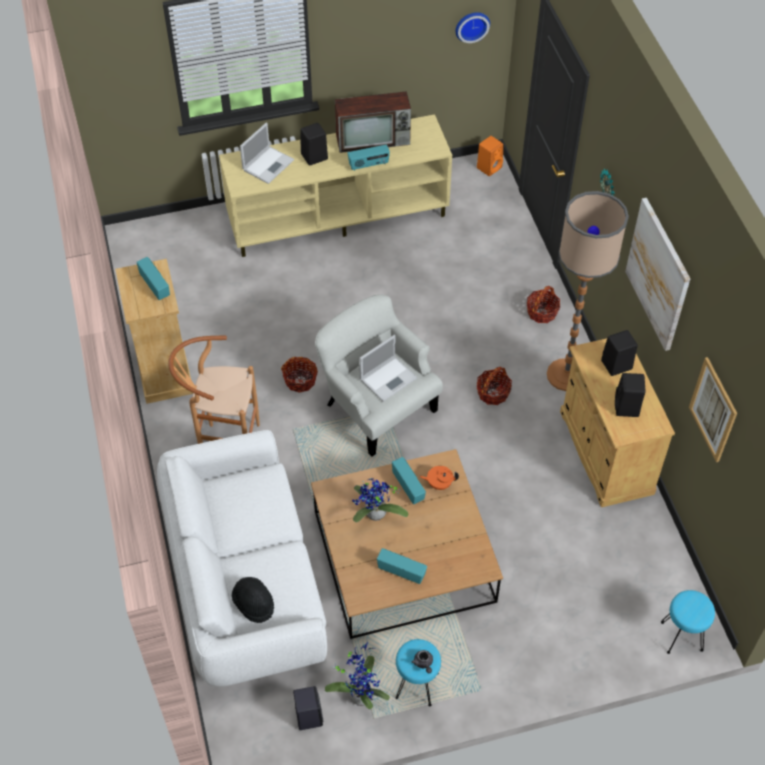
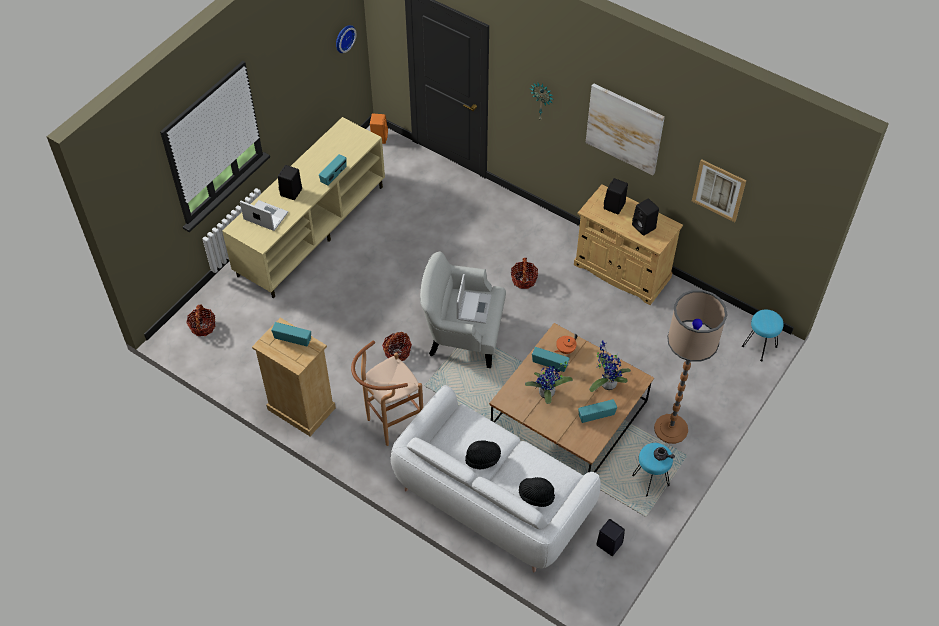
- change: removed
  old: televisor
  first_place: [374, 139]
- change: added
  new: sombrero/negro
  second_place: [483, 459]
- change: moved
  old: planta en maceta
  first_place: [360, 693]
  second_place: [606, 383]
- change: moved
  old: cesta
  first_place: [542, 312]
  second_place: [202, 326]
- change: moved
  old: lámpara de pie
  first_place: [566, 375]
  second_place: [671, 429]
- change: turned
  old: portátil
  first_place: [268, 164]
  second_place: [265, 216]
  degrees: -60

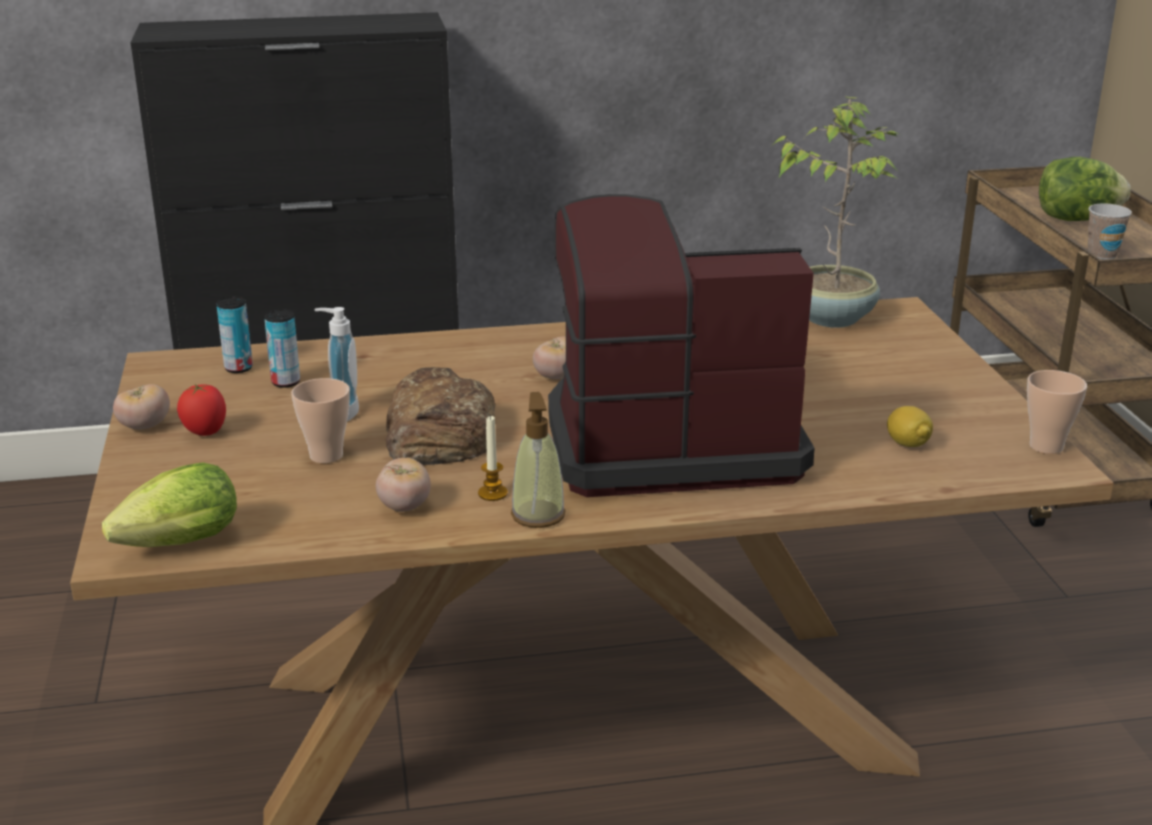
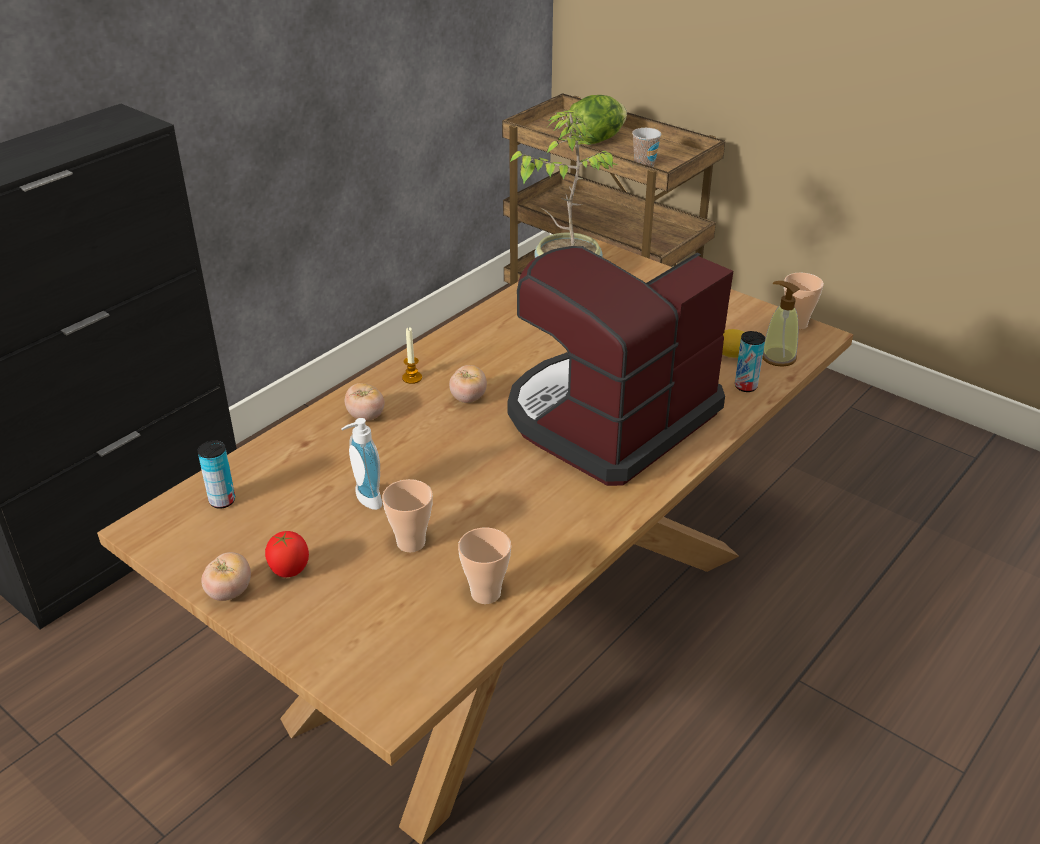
- change: removed
  old: lechuga
  first_place: [174, 546]
- change: removed
  old: pan
  first_place: [439, 433]
- change: added
  new: taza
  second_place: [485, 593]
- change: moved
  old: lata
  first_place: [286, 382]
  second_place: [745, 386]
- change: moved
  old: tomate
  first_place: [404, 506]
  second_place: [366, 416]
- change: moved
  old: vela
  first_place: [492, 493]
  second_place: [412, 378]
- change: moved
  old: dispensador de jabón
  first_place: [538, 514]
  second_place: [778, 357]

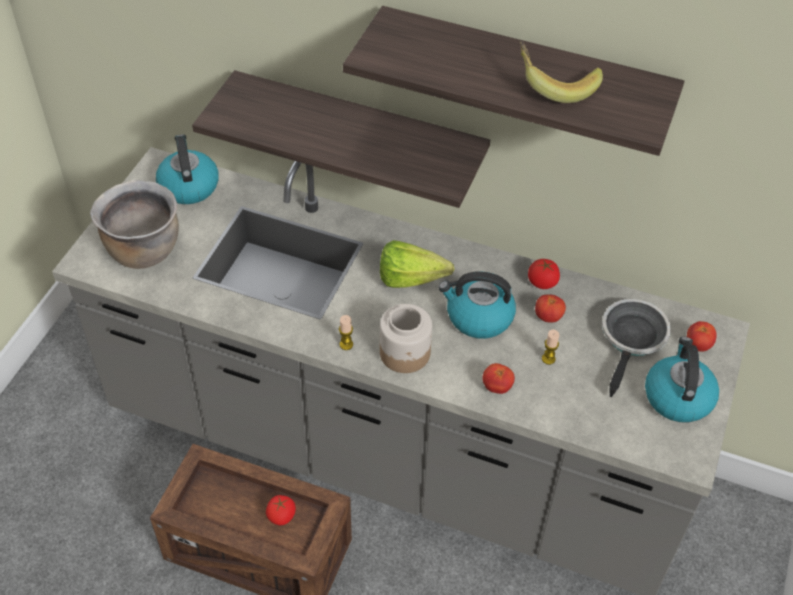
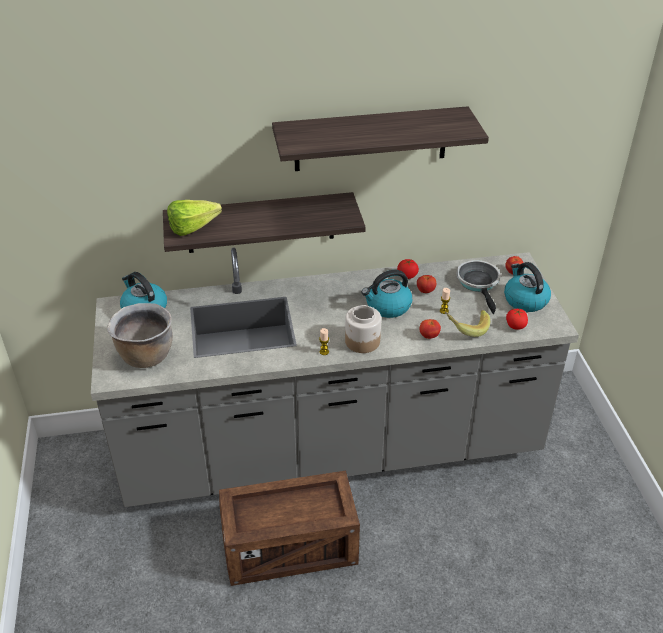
- change: moved
  old: tomate
  first_place: [281, 516]
  second_place: [515, 326]
- change: moved
  old: lechuga
  first_place: [416, 281]
  second_place: [197, 228]
- change: moved
  old: plátano
  first_place: [555, 85]
  second_place: [466, 327]

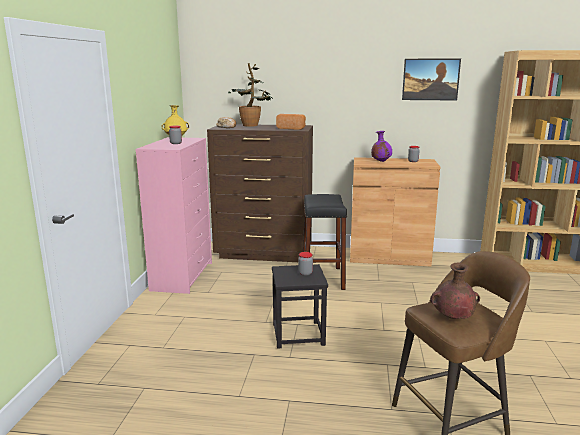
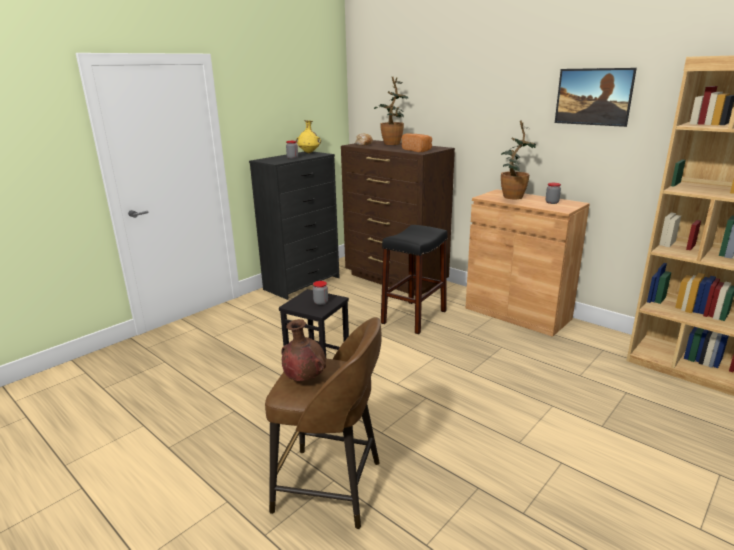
- change: replaced
  old: florero/morado
  new: planta en maceta
  first_place: [380, 161]
  second_place: [511, 198]
- change: recoloured
  old: cómoda/rosa
  new: cómoda/negro
  first_place: [182, 276]
  second_place: [302, 283]

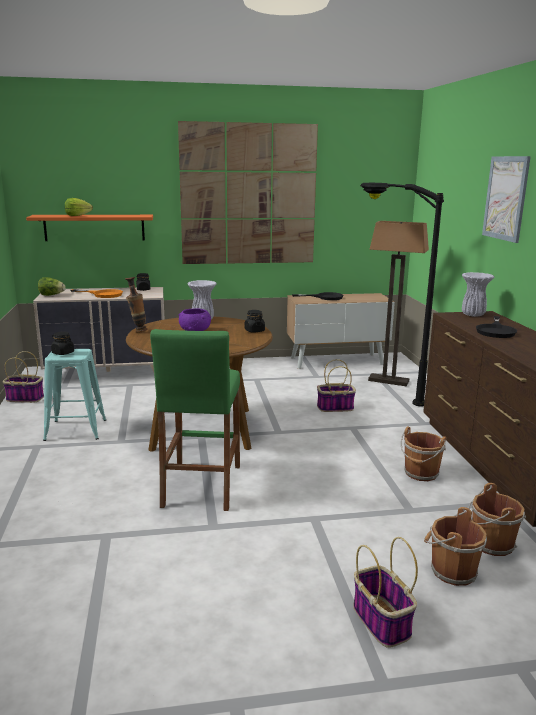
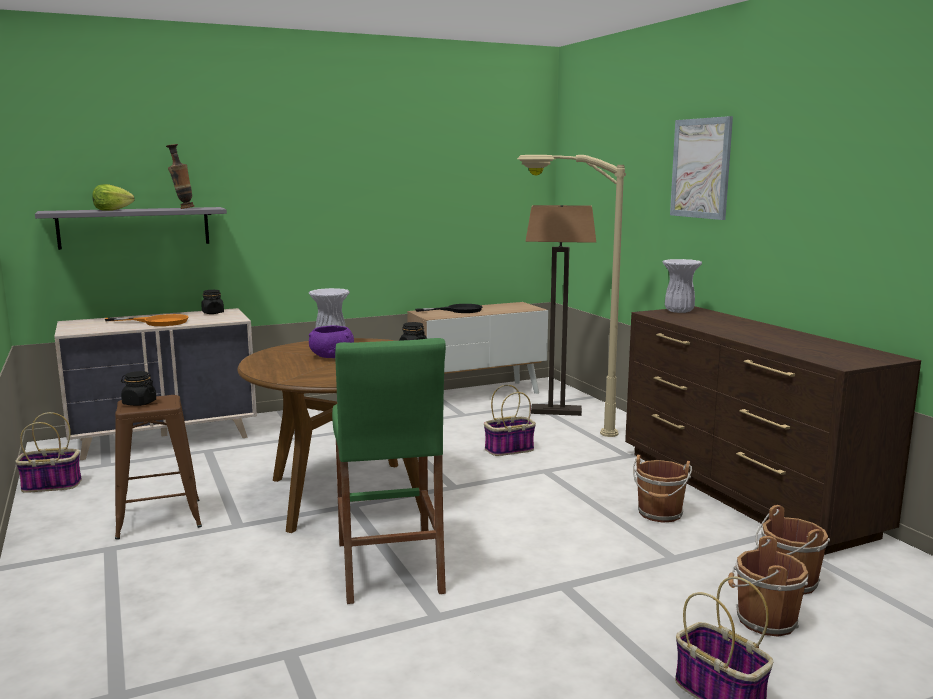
- change: removed
  old: lechuga
  first_place: [52, 295]
- change: removed
  old: cuadro
  first_place: [248, 195]
- change: removed
  old: sartén/negro
  first_place: [496, 331]
- change: moved
  old: florero
  first_place: [137, 331]
  second_place: [182, 208]
- change: recoloured
  old: estante/naranja
  new: estante/gris
  first_place: [94, 227]
  second_place: [134, 227]
- change: recoloured
  old: taburete/turquesa
  new: taburete/marrón
  first_place: [75, 430]
  second_place: [159, 519]
- change: recoloured
  old: lámpara de pie/negro
  new: lámpara de pie/beis
  first_place: [377, 395]
  second_place: [552, 429]

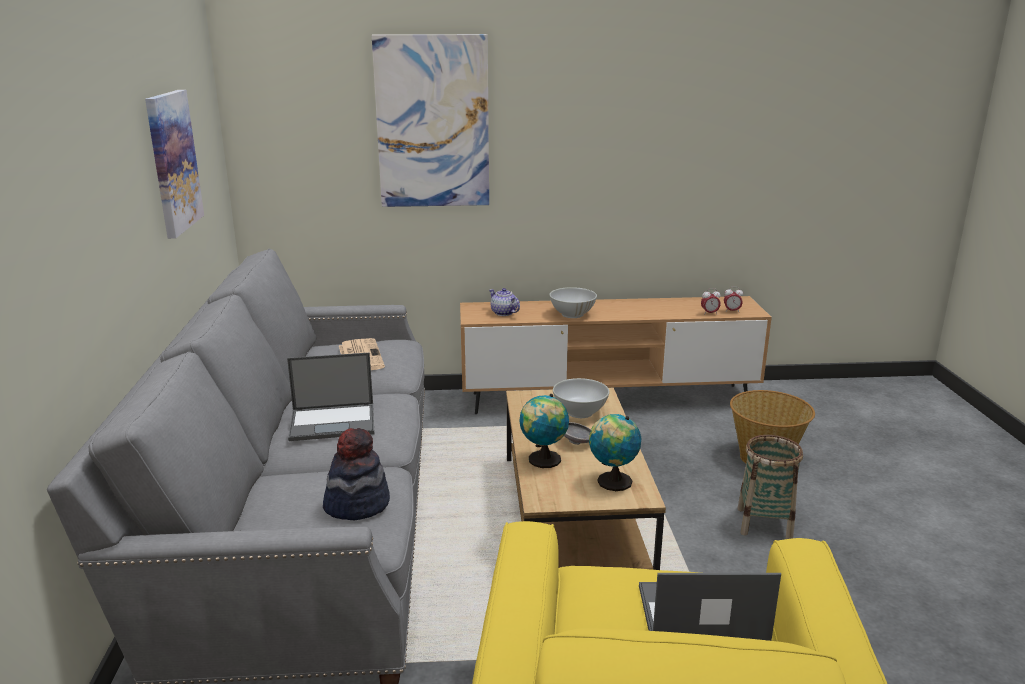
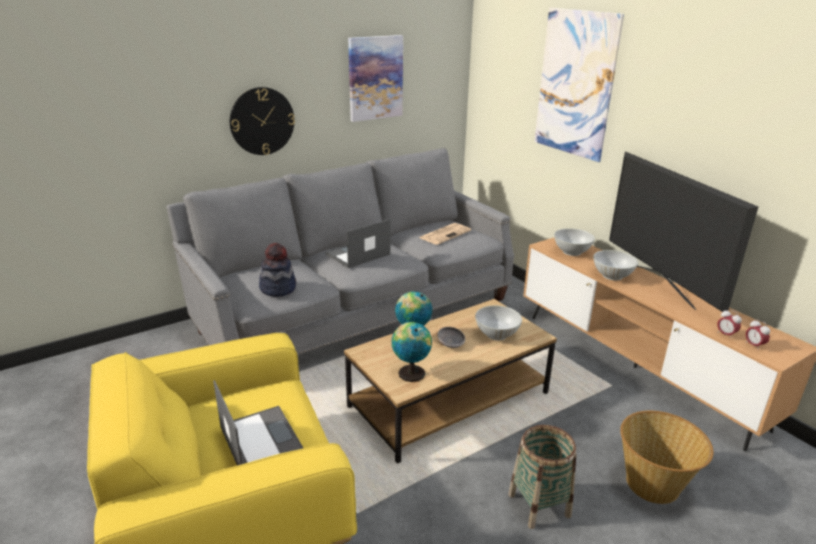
- change: added
  new: reloj de pared
  second_place: [262, 121]
- change: added
  new: televisor
  second_place: [659, 284]
- change: replaced
  old: tetera
  new: cuenco/blanco
  first_place: [504, 313]
  second_place: [571, 252]
- change: turned
  old: portátil
  first_place: [334, 422]
  second_place: [357, 254]
  degrees: 90

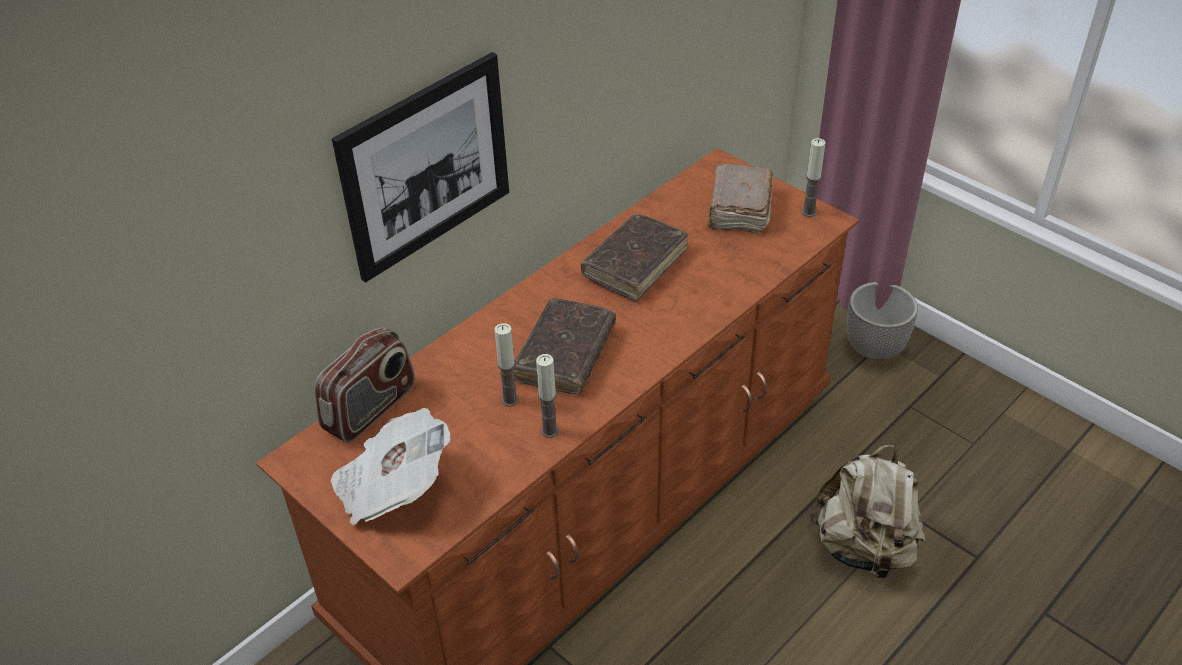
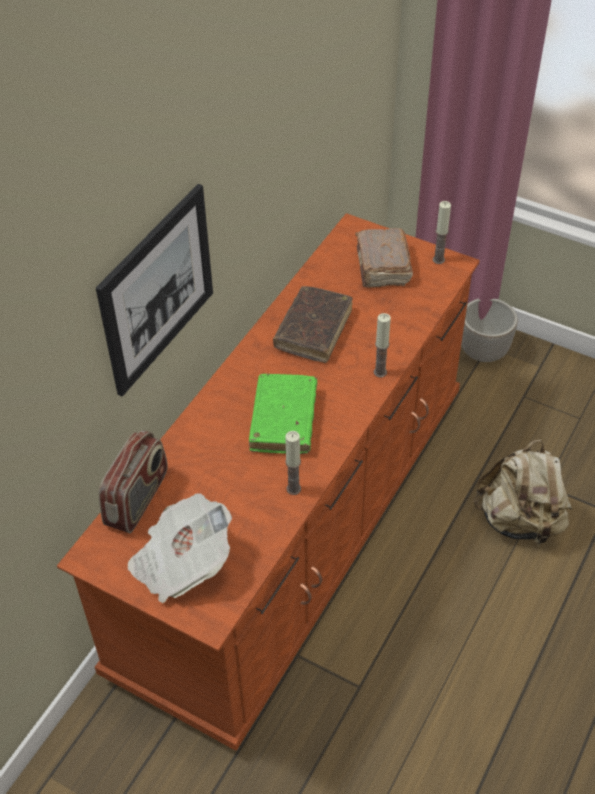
- change: moved
  old: vela
  first_place: [510, 400]
  second_place: [380, 372]
- change: recoloured
  old: libro/marrón
  new: libro/verde
  first_place: [565, 355]
  second_place: [283, 420]

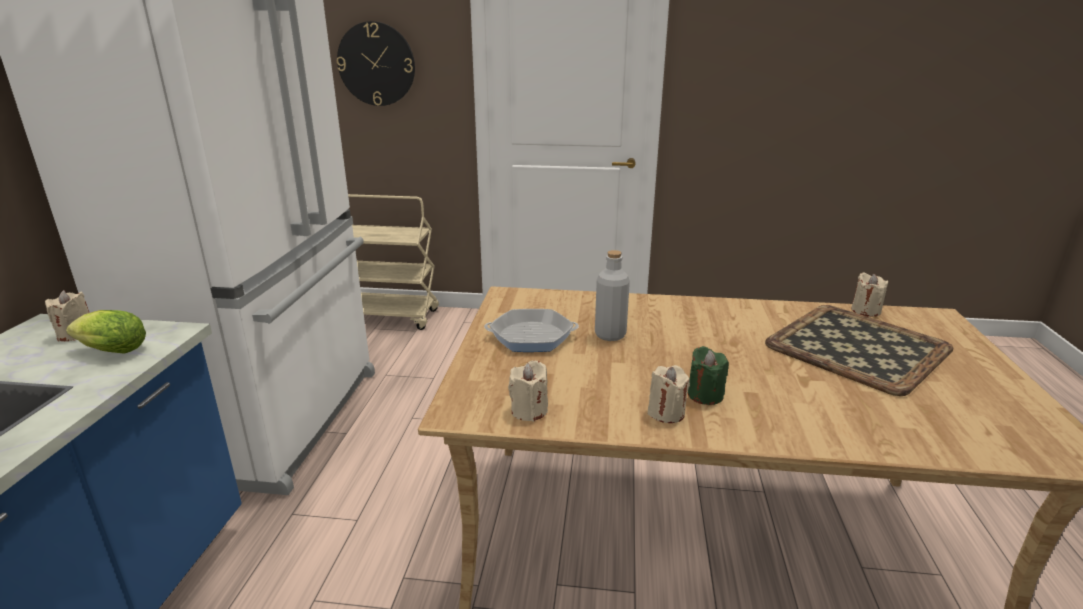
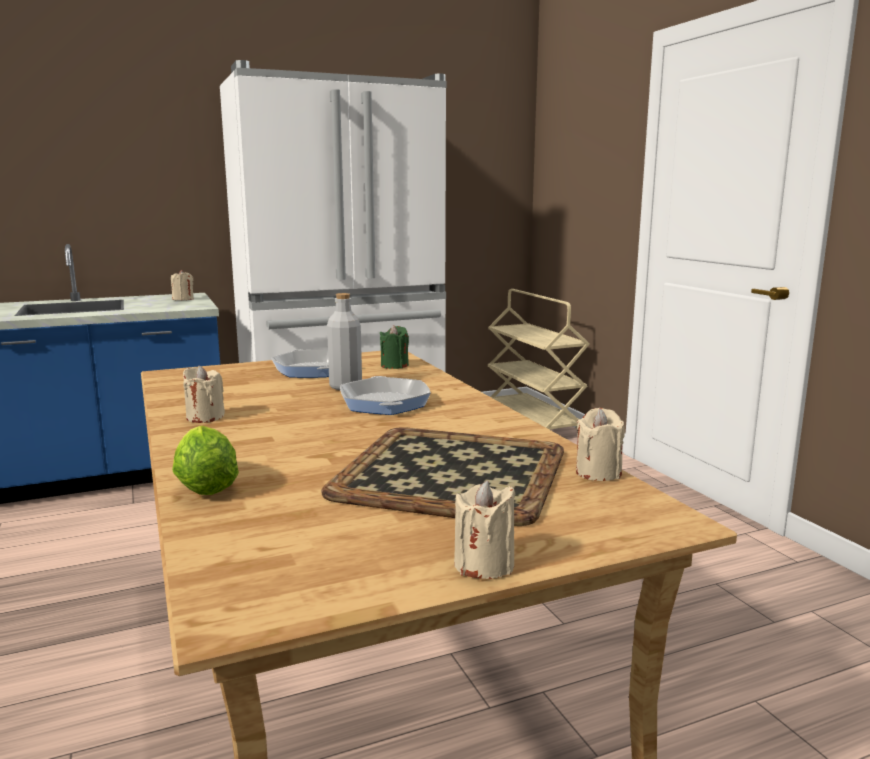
- change: removed
  old: reloj de pared
  first_place: [376, 64]
- change: added
  new: sartén
  second_place: [385, 403]
- change: moved
  old: lechuga
  first_place: [109, 351]
  second_place: [205, 485]
- change: moved
  old: vela/beis
  first_place: [529, 411]
  second_place: [484, 565]
- change: moved
  old: vela/verde
  first_place: [705, 395]
  second_place: [394, 366]

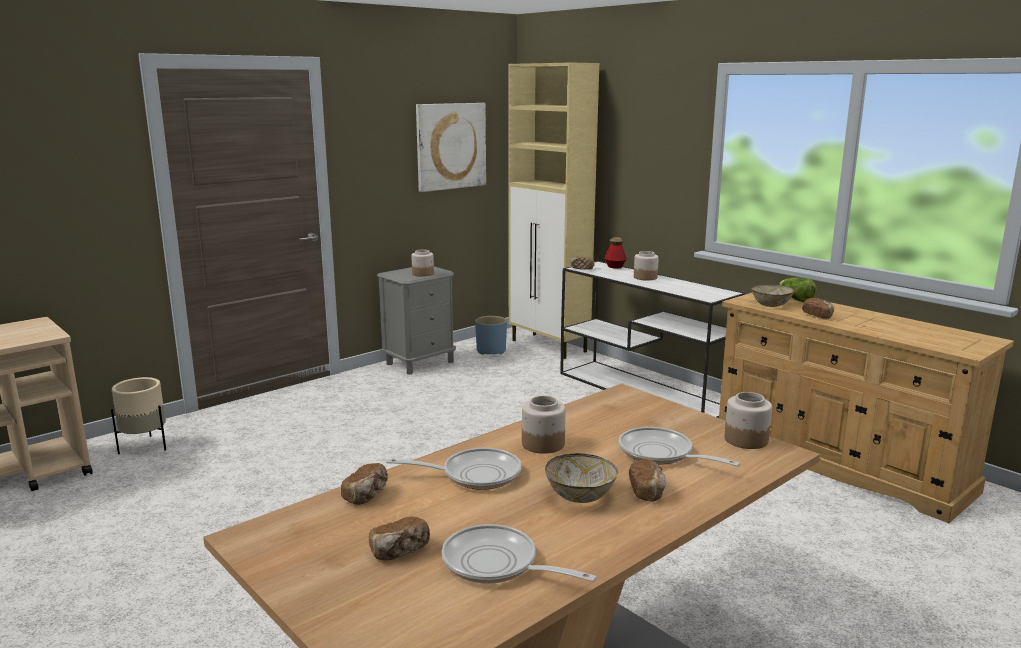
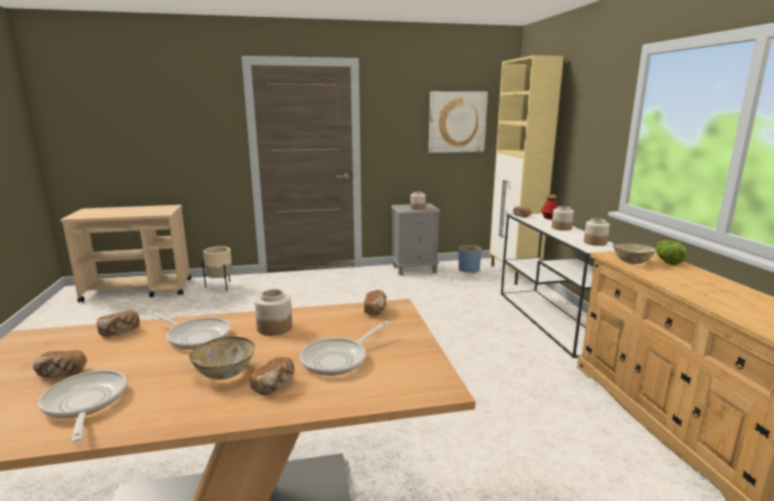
- change: moved
  old: tarro
  first_place: [745, 440]
  second_place: [595, 242]
- change: moved
  old: pan
  first_place: [817, 316]
  second_place: [376, 310]
- change: turned
  old: sartén
  first_place: [661, 454]
  second_place: [339, 359]
  degrees: -120

